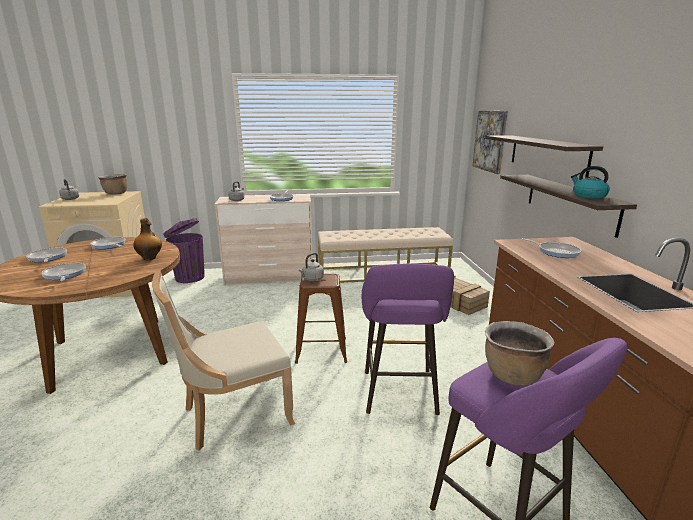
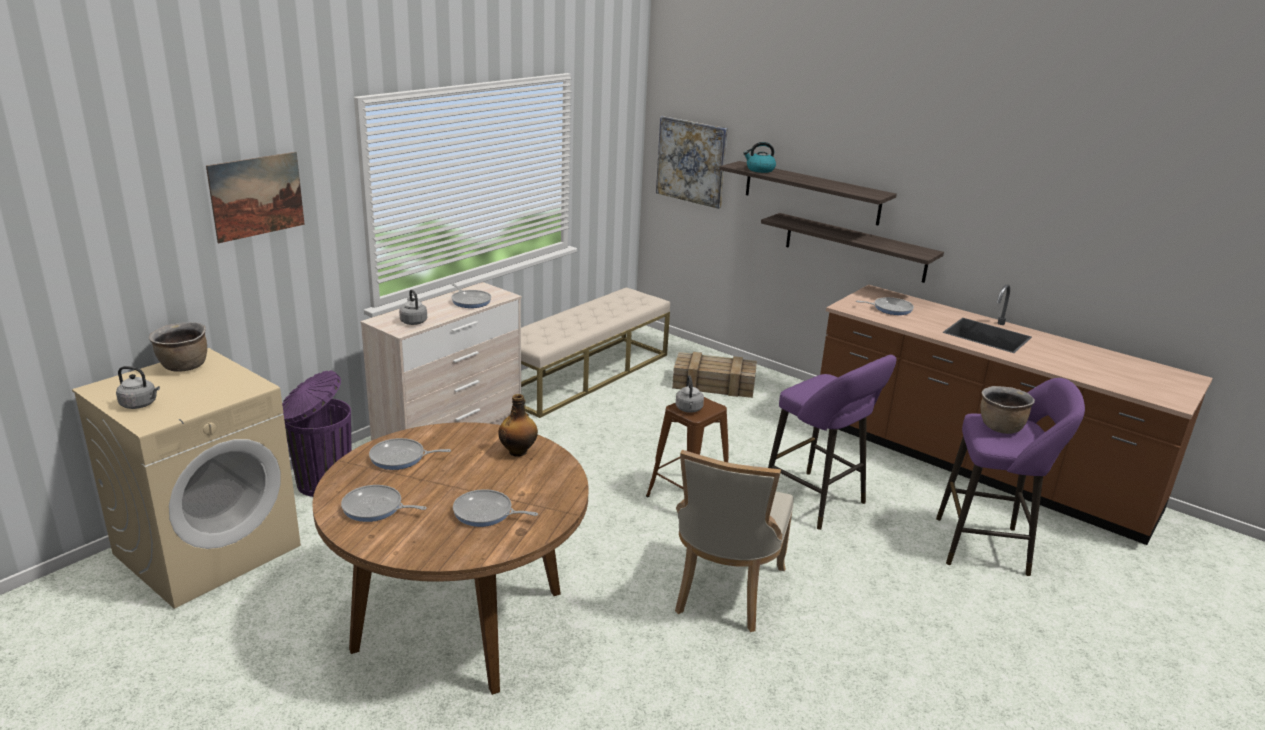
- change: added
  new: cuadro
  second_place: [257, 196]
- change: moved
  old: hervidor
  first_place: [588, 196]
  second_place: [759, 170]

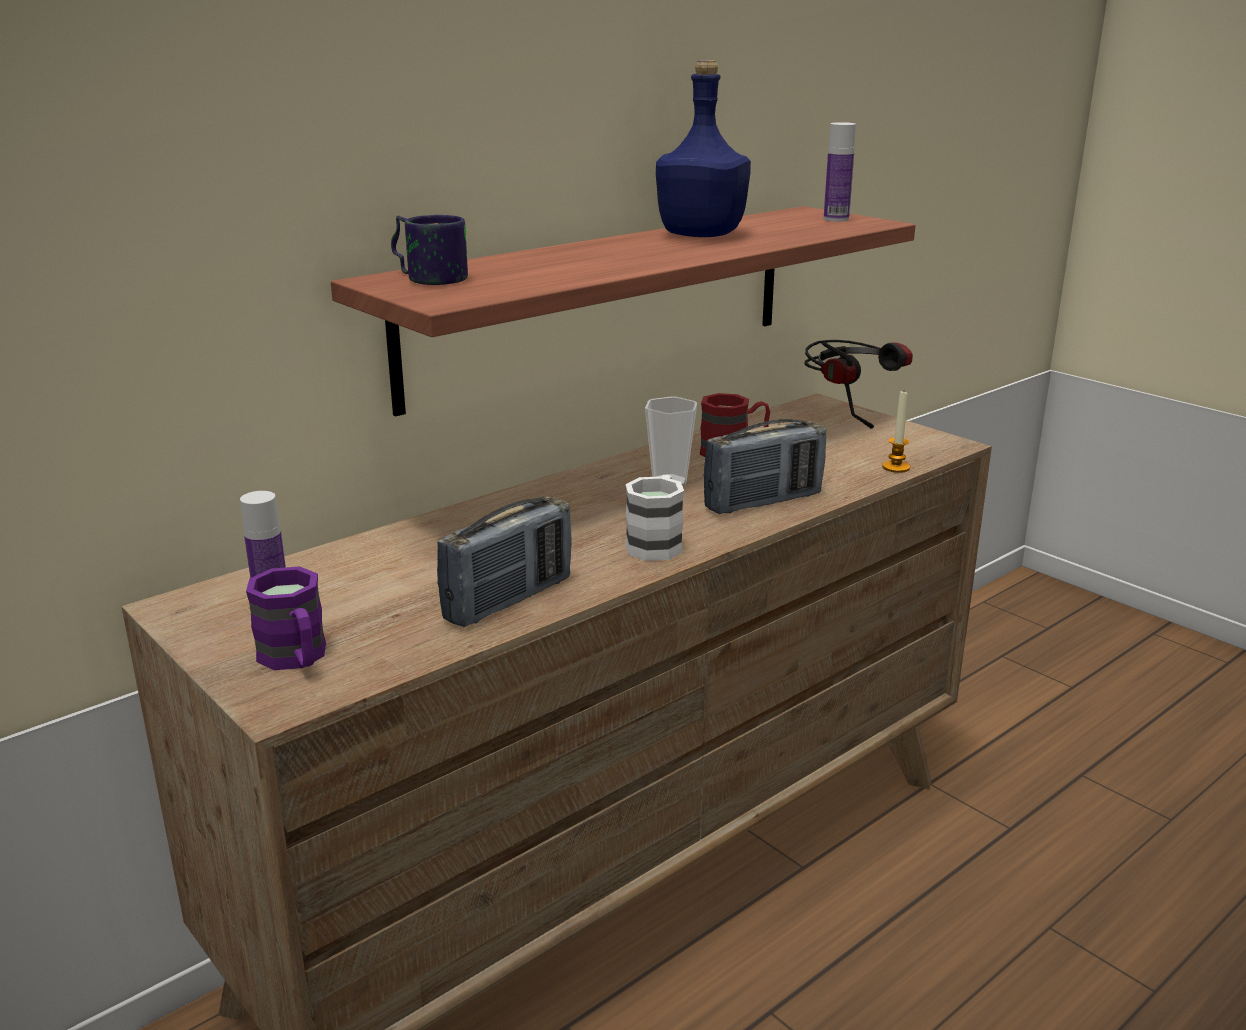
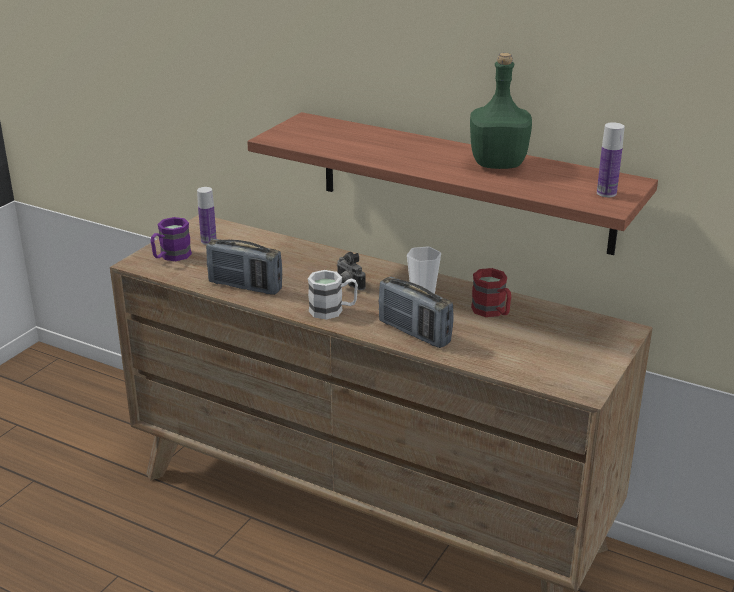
- change: removed
  old: taza grande
  first_place: [430, 277]
- change: removed
  old: auriculares
  first_place: [848, 413]
- change: removed
  old: vela
  first_place: [896, 467]
- change: added
  new: cámara
  second_place: [348, 285]
- change: recoloured
  old: botella/azul
  new: botella/verde
  first_place: [701, 235]
  second_place: [496, 163]

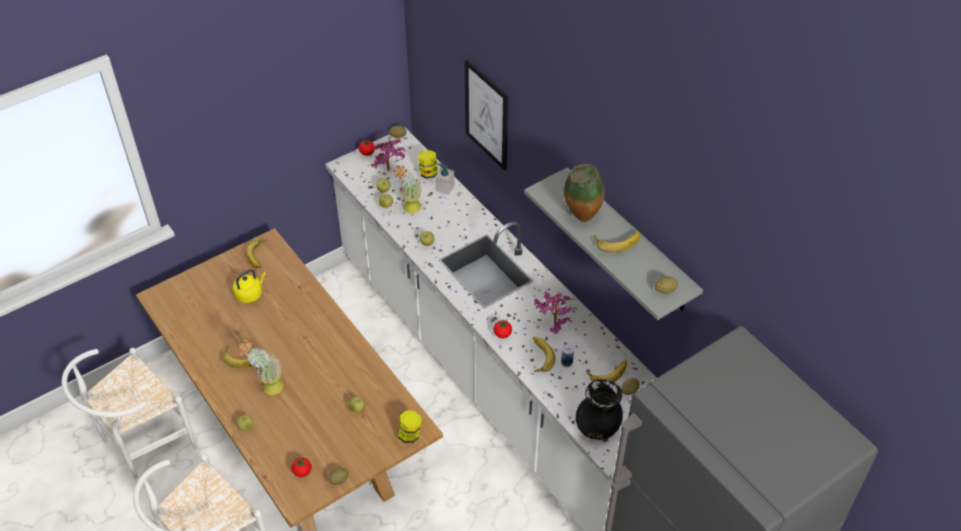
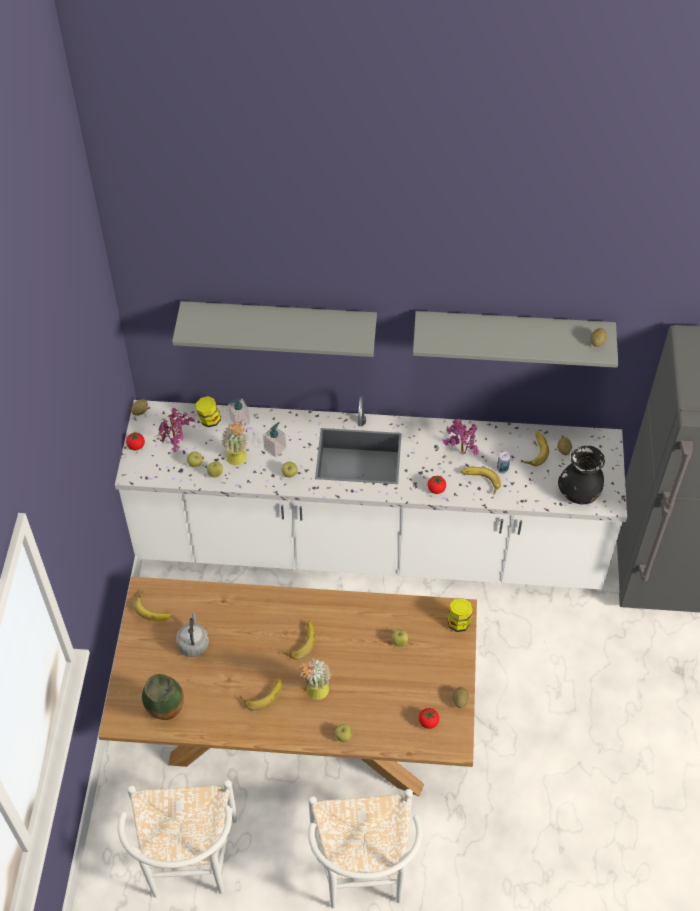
- change: added
  new: dispensador de jabón
  second_place: [275, 448]
- change: moved
  old: florero
  first_place: [581, 218]
  second_place: [167, 714]
- change: moved
  old: plátano
  first_place: [617, 241]
  second_place: [300, 641]
- change: replaced
  old: cuadro
  new: estante/gris
  first_place: [487, 115]
  second_place: [279, 322]
- change: recoloured
  old: hervidor/amarillo
  new: hervidor/gris
  first_place: [250, 294]
  second_place: [193, 643]

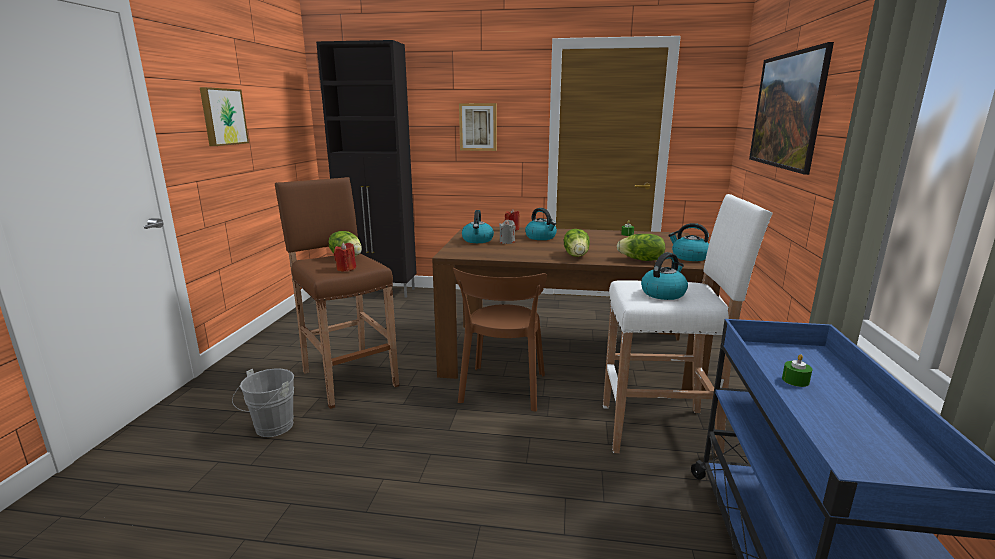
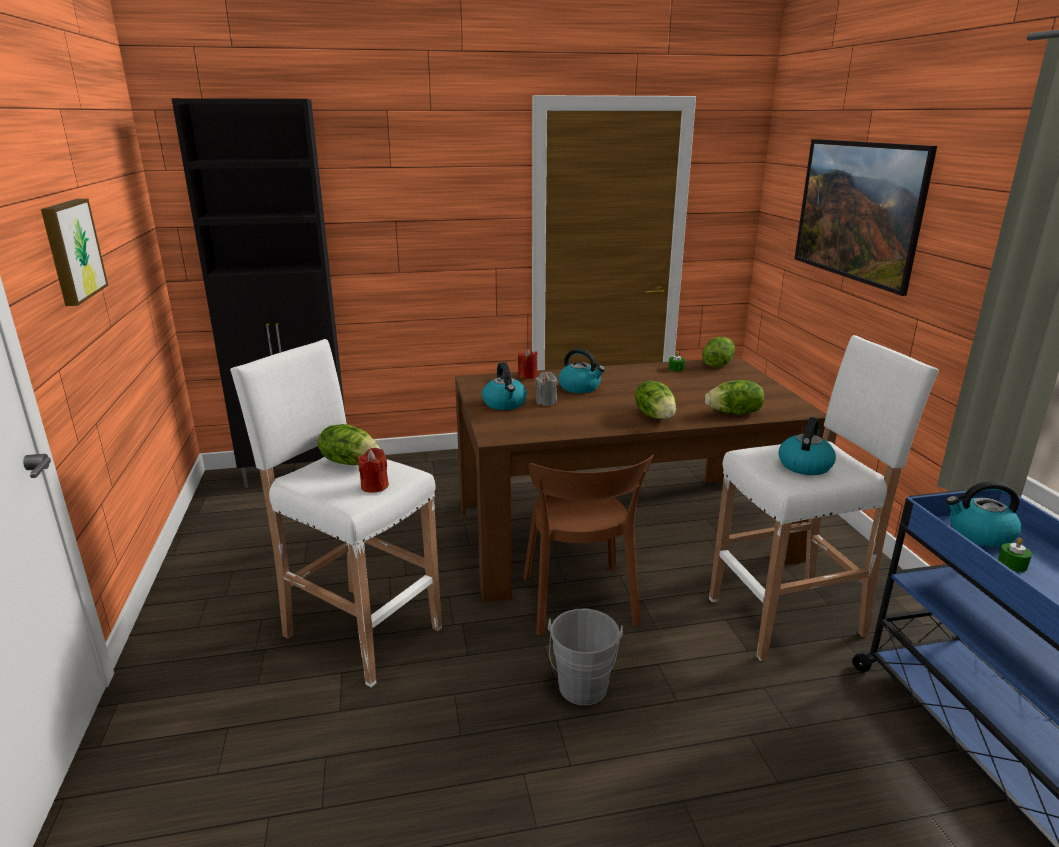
- change: removed
  old: cuadro
  first_place: [478, 127]
- change: added
  new: lechuga
  second_place: [717, 364]
- change: moved
  old: cubo/gris
  first_place: [271, 429]
  second_place: [582, 692]
- change: moved
  old: hervidor
  first_place: [689, 257]
  second_place: [979, 534]
- change: recoloured
  old: taburete/marrón
  new: taburete/blanco
  first_place: [348, 378]
  second_place: [359, 631]

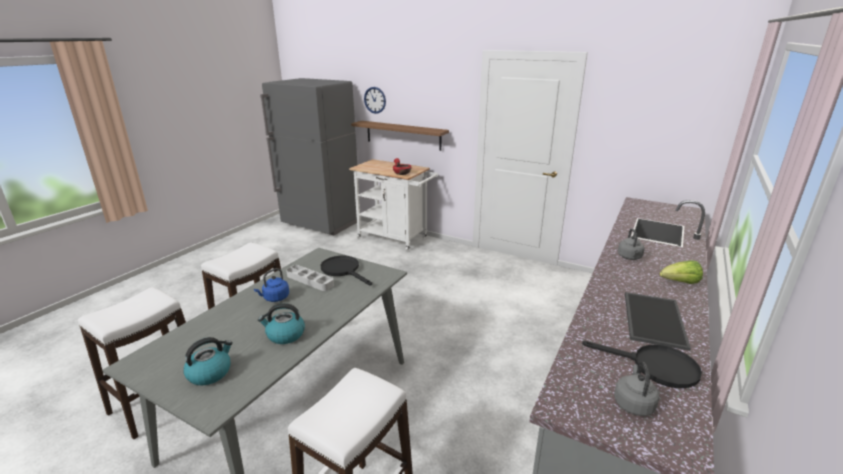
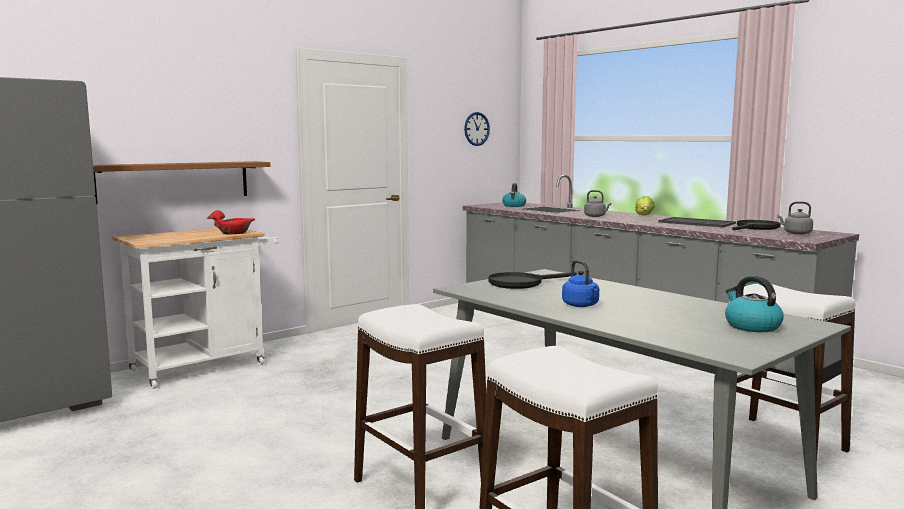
- change: removed
  old: bandeja/gris
  first_place: [310, 280]
- change: moved
  old: hervidor
  first_place: [285, 335]
  second_place: [514, 206]
- change: moved
  old: reloj de pared
  first_place: [375, 100]
  second_place: [476, 129]

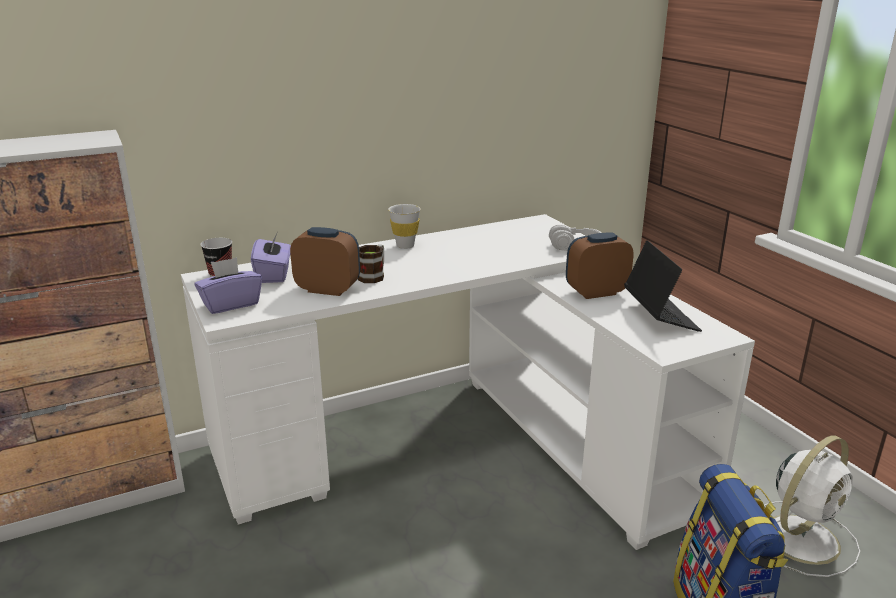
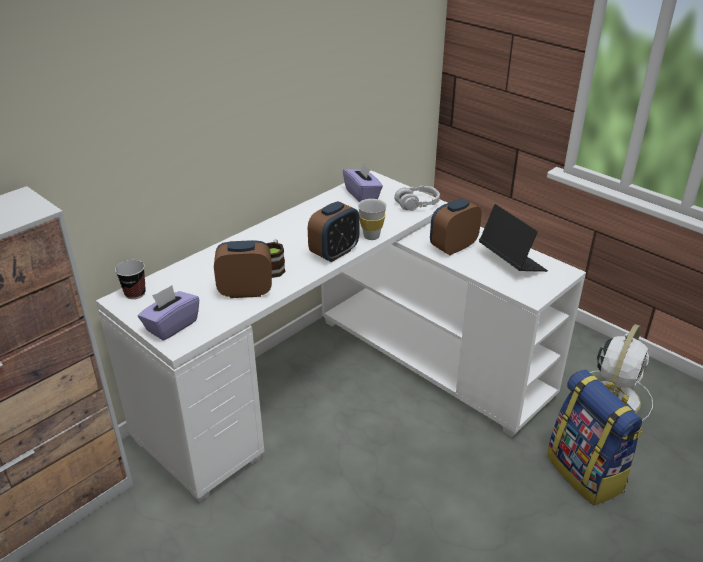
- change: added
  new: despertador
  second_place: [334, 253]
- change: moved
  old: caja de pañuelos/morado
  first_place: [274, 274]
  second_place: [362, 194]
- change: moved
  old: taza/blanco
  first_place: [405, 246]
  second_place: [371, 236]

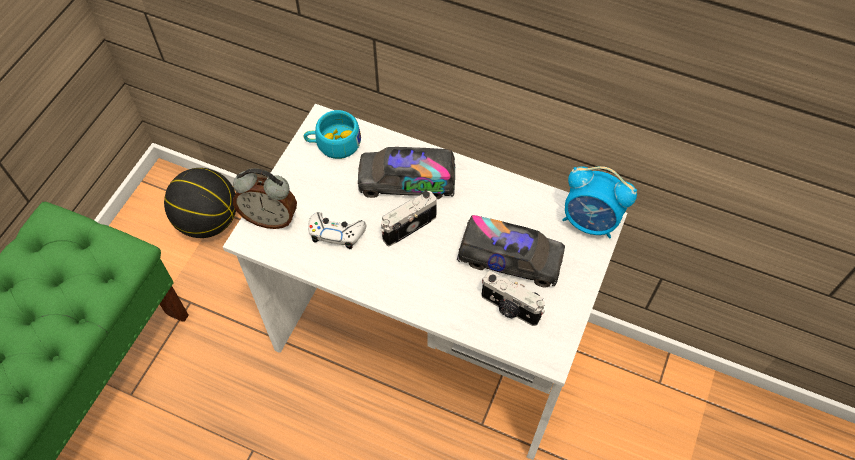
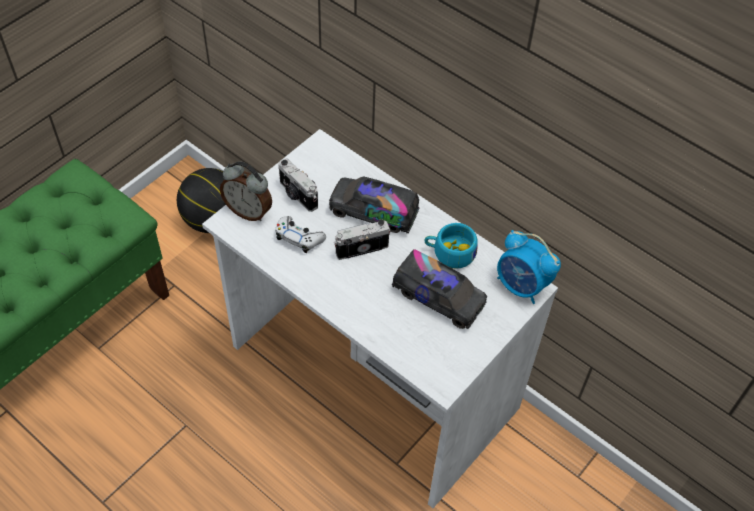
- change: moved
  old: taza/turquesa
  first_place: [333, 144]
  second_place: [449, 252]
- change: moved
  old: cámara
  first_place: [509, 308]
  second_place: [297, 195]

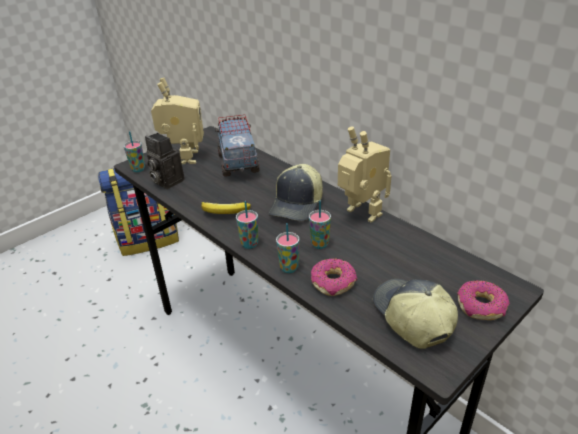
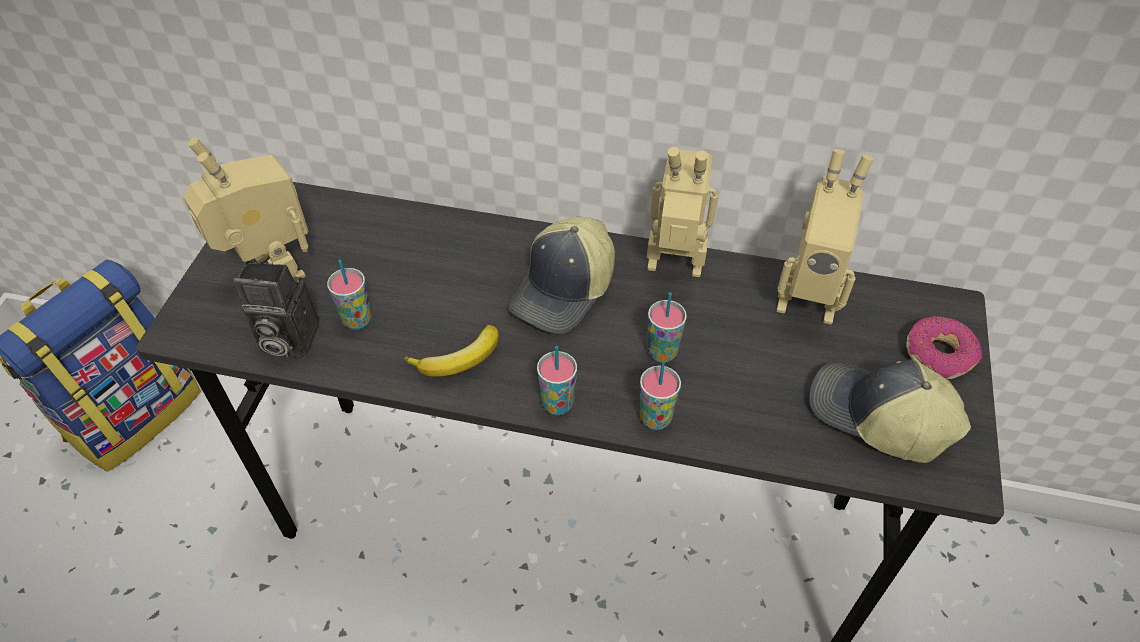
- change: removed
  old: camión de juguete
  first_place: [238, 164]
- change: removed
  old: rosquilla
  first_place: [333, 282]
- change: added
  new: robot de juguete
  second_place: [807, 298]
- change: moved
  old: taza
  first_place: [138, 169]
  second_place: [357, 320]
- change: turned
  old: gorra
  first_place: [297, 204]
  second_place: [564, 291]
  degrees: 45

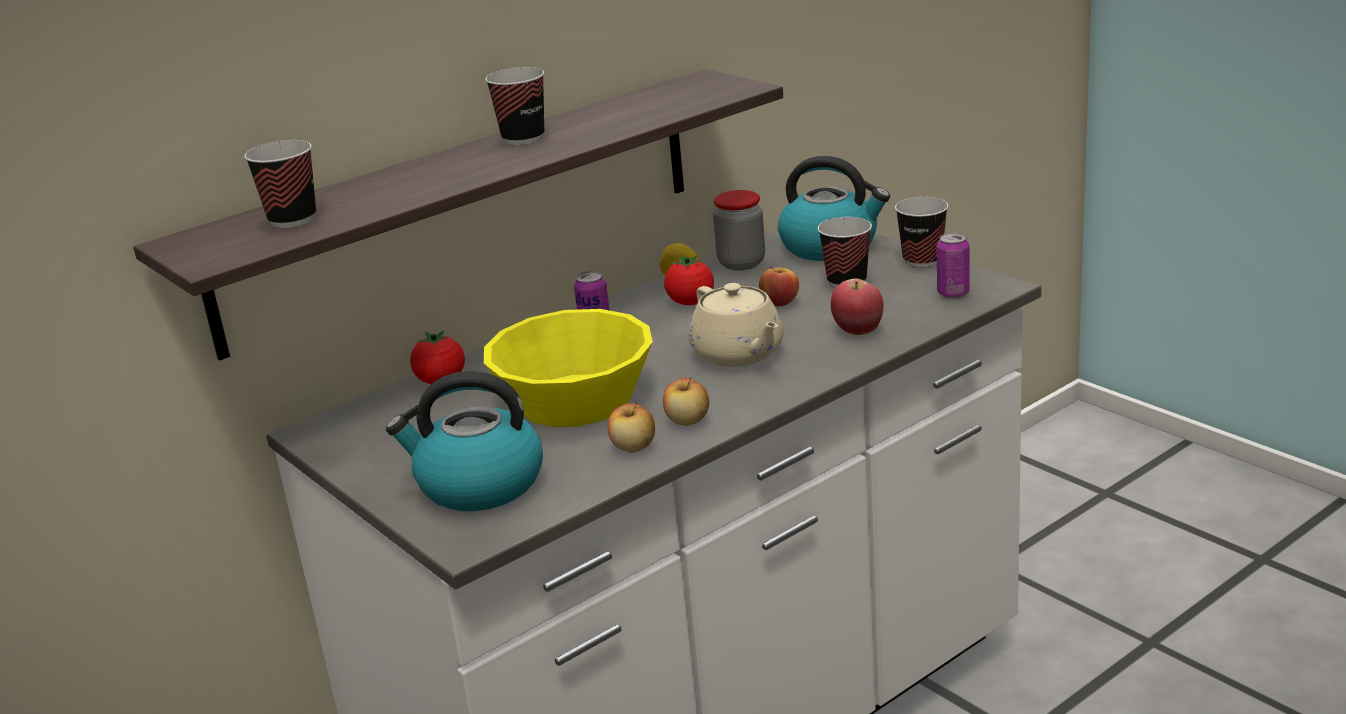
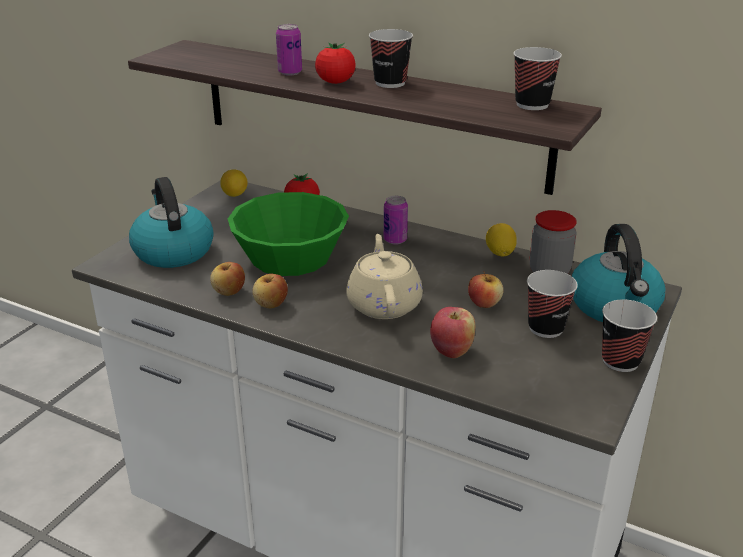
- change: added
  new: limón
  second_place: [235, 195]
- change: moved
  old: taza
  first_place: [293, 219]
  second_place: [532, 104]
- change: moved
  old: tomate
  first_place: [691, 302]
  second_place: [335, 82]
- change: moved
  old: lata
  first_place: [953, 293]
  second_place: [290, 72]
- change: recoloured
  old: cuenco/amarillo
  new: cuenco/verde
  first_place: [574, 400]
  second_place: [290, 255]
- change: turned
  old: tetera/beis
  first_place: [739, 354]
  second_place: [384, 303]
  degrees: 135

